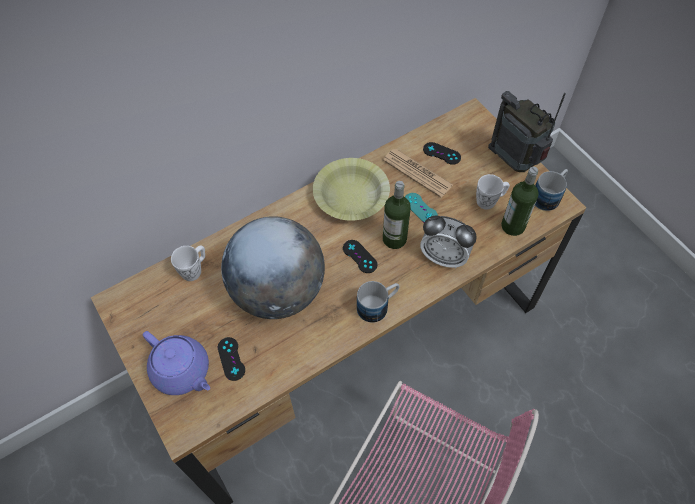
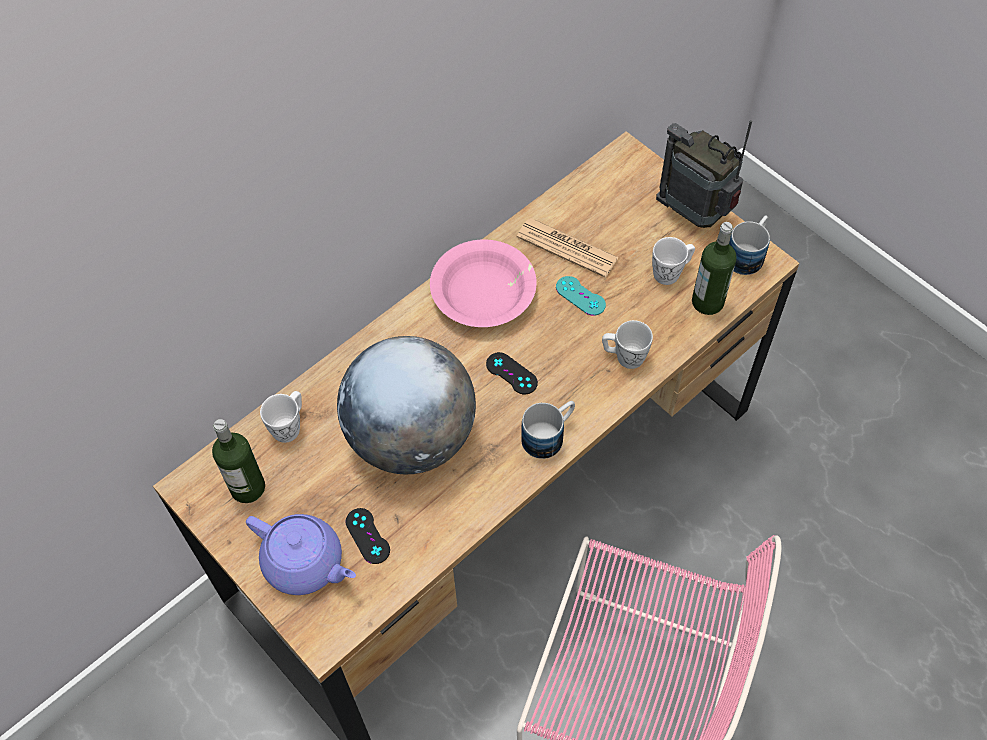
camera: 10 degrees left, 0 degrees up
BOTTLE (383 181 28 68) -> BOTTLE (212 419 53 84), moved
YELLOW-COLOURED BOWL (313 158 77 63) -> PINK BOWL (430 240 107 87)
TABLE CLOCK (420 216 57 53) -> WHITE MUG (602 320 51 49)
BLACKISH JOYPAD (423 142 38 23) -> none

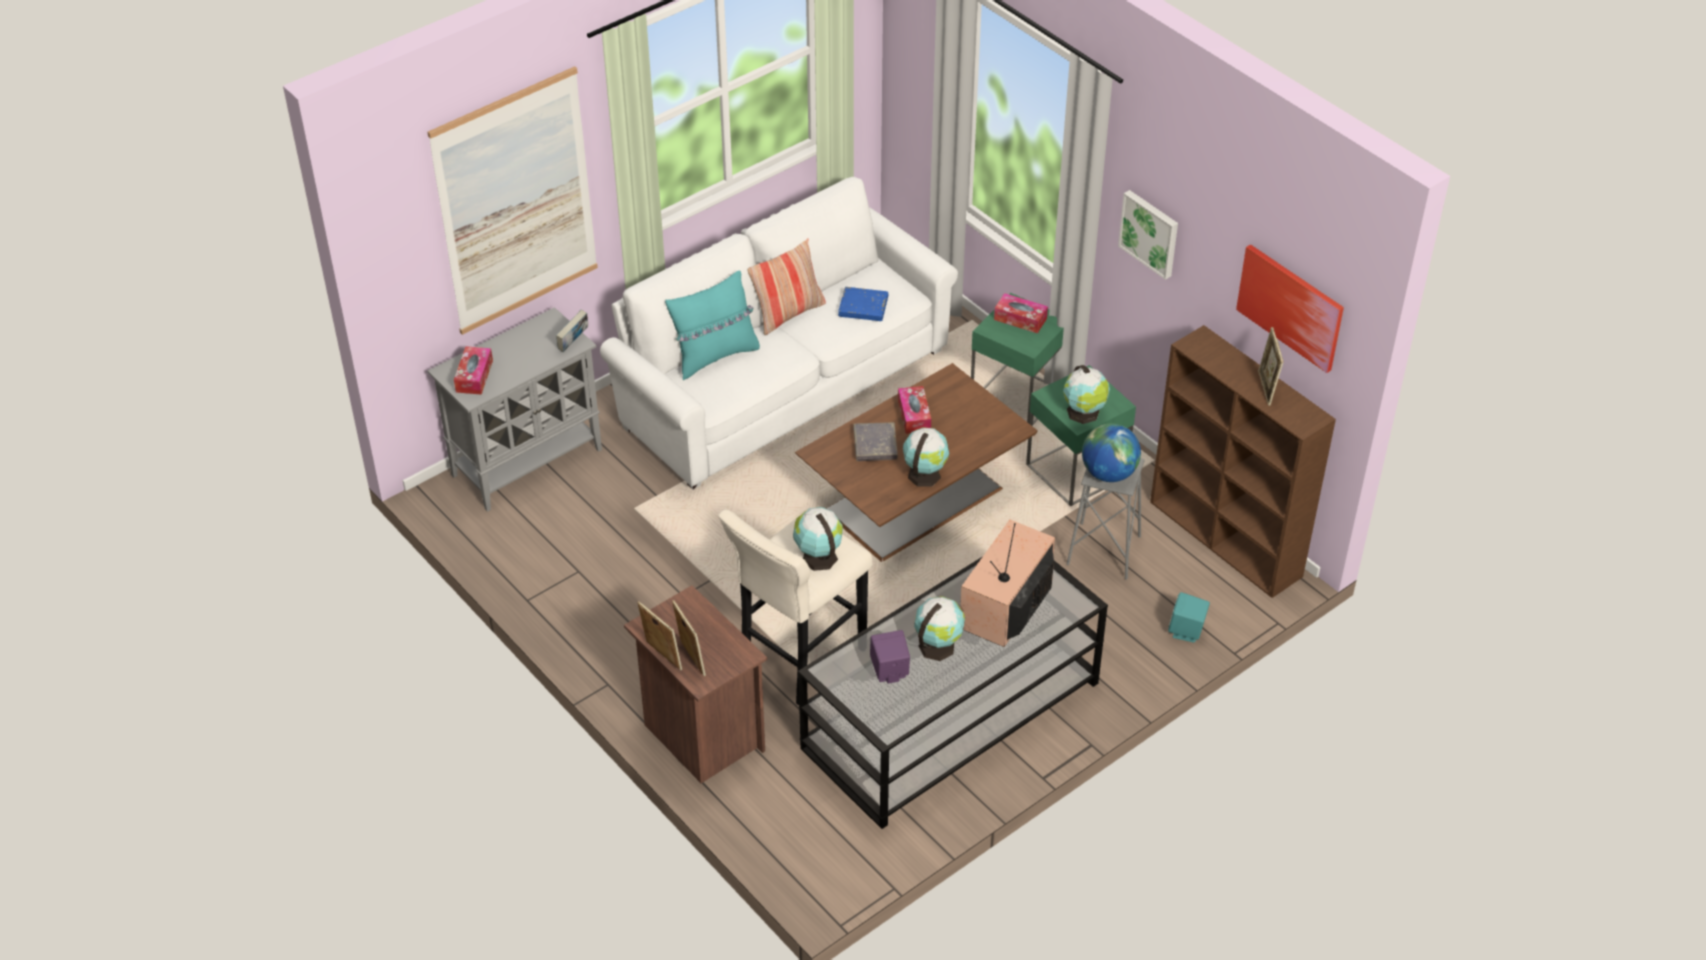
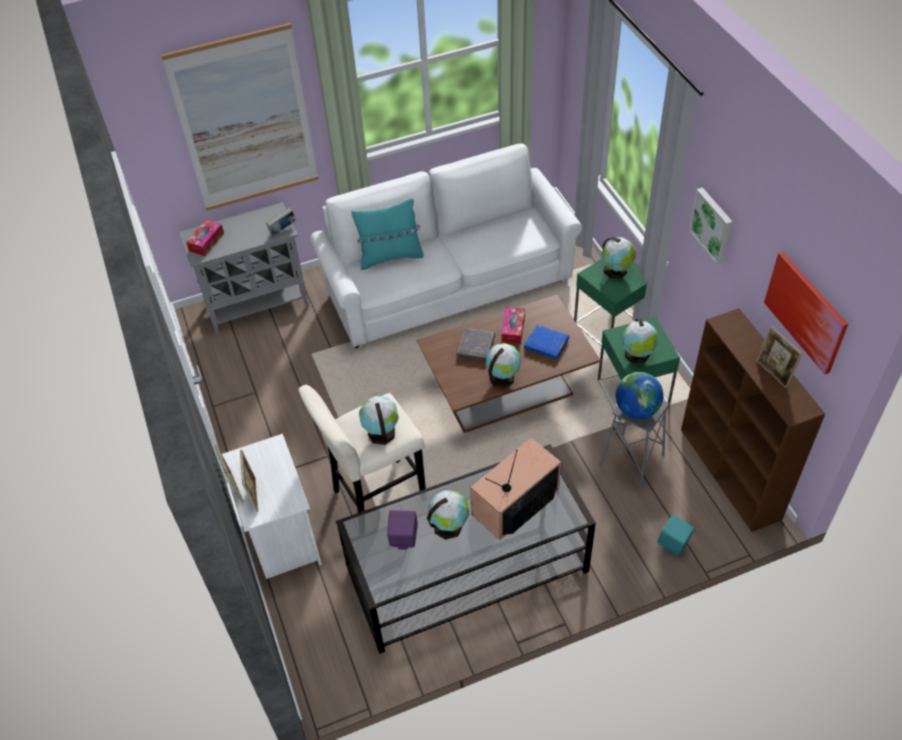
camera: 20 degrees right, 5 degrees up
BROWN BEDSIDE TABLE (624 585 143 198) -> WHITE BEDSIDE TABLE (222 434 100 145)
BLUISH VOLUME (838 287 50 34) -> BLUISH VOLUME (524 324 45 36), moved
TISSUE HOLDER (994 293 54 40) -> WORLD GLOBE (602 237 34 41)
PHOTO FRAME (1258 327 26 79) -> PHOTO FRAME (757 326 46 62), 45 degrees counterclockwise
CUSHION (747 238 79 97) -> none

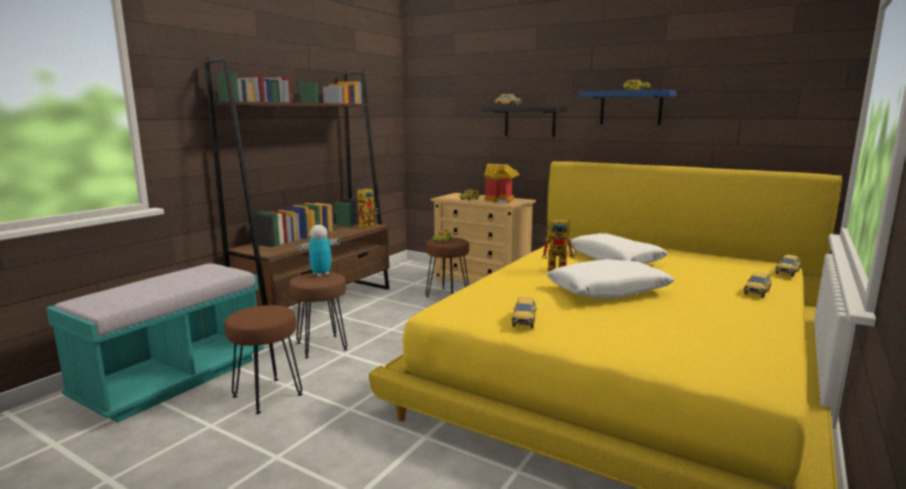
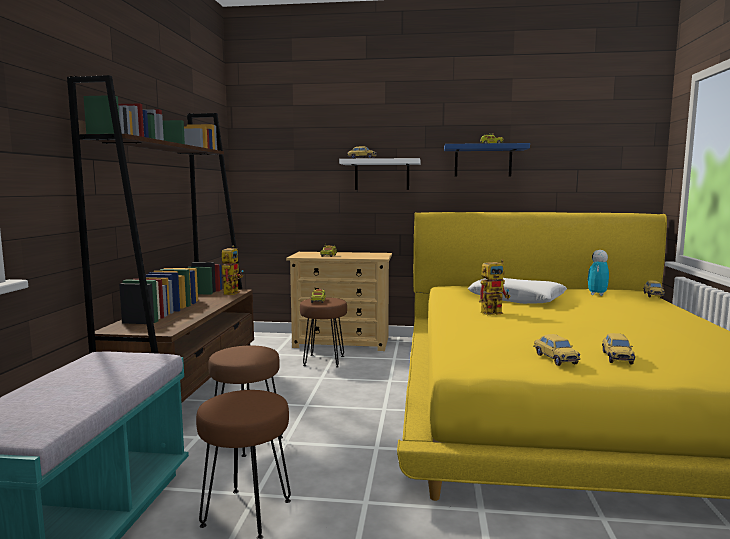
camera: 25 degrees left, 5 degrees down
BLACKISH BRACKET SHELF (482 107 85 30) -> WHITE BRACKET SHELF (339 158 82 32)
MODEL ROBOT (298 225 42 52) -> MODEL ROBOT (587 250 22 46), moved
TOY CAR (744 272 27 26) -> TOY CAR (602 333 33 31), moved
MODEL HOUSE (484 164 36 40) -> none
WHITE CUSHION (547 259 128 40) -> none

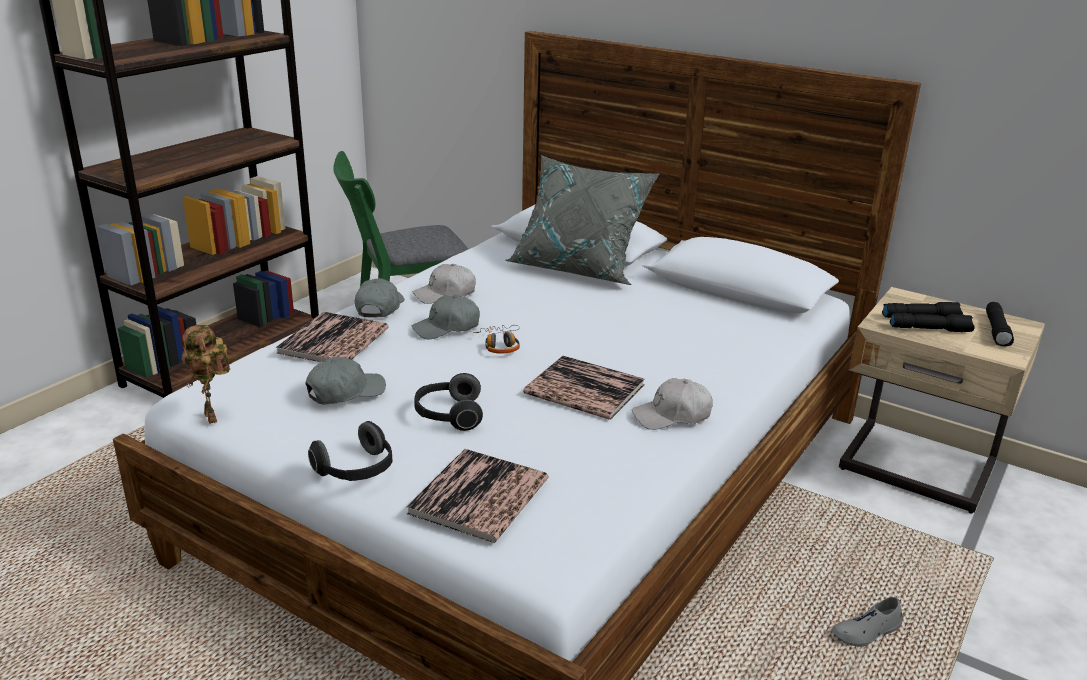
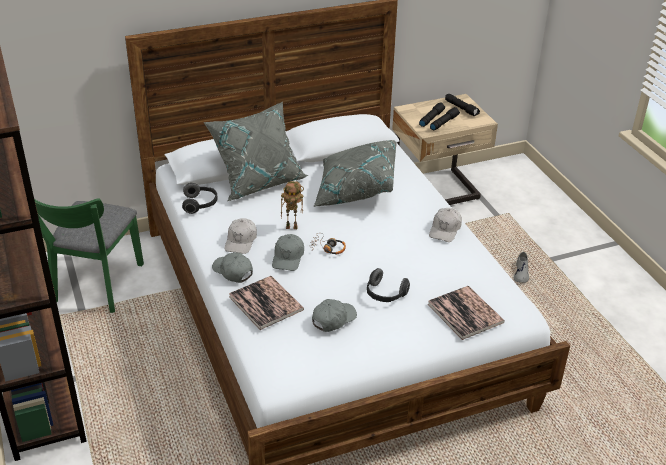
camera: 55 degrees left, 10 degrees up
HEADSET (308 421 85 60) -> HEADSET (182 183 36 31), moved
MODEL ROBOT (182 325 48 99) -> MODEL ROBOT (281 181 23 48), moved
GRAY BASEBALL CAP (305 357 81 48) -> GRAY BASEBALL CAP (312 299 45 33), 45 degrees clockwise
none -> GRAY CUSHION (313 140 84 67)
VOLUME (523 356 122 64) -> none

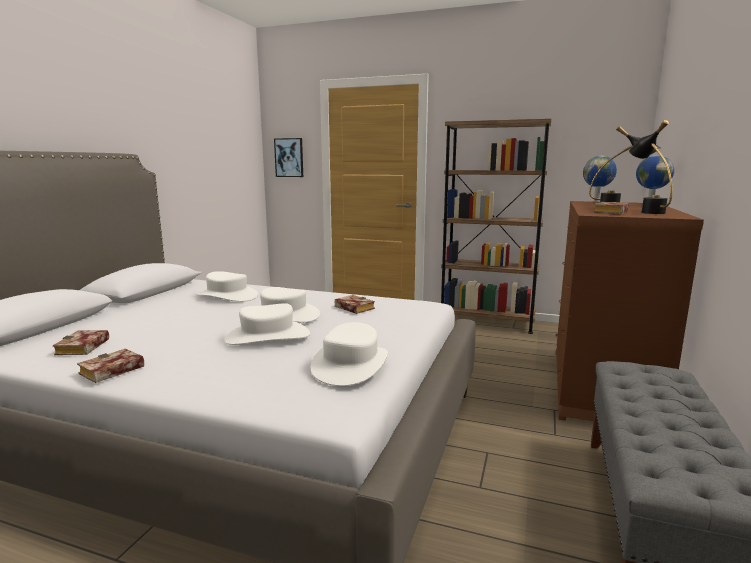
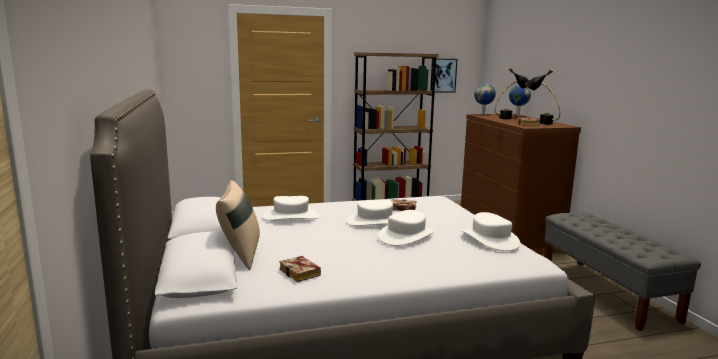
camera: 35 degrees left, 0 degrees up
none -> BEIGE-COLOURED CUSHION (216 180 44 90)
WALL ART (274 138 29 39) -> WALL ART (430 59 27 34), moved
VOLUME (77 349 67 34) -> none

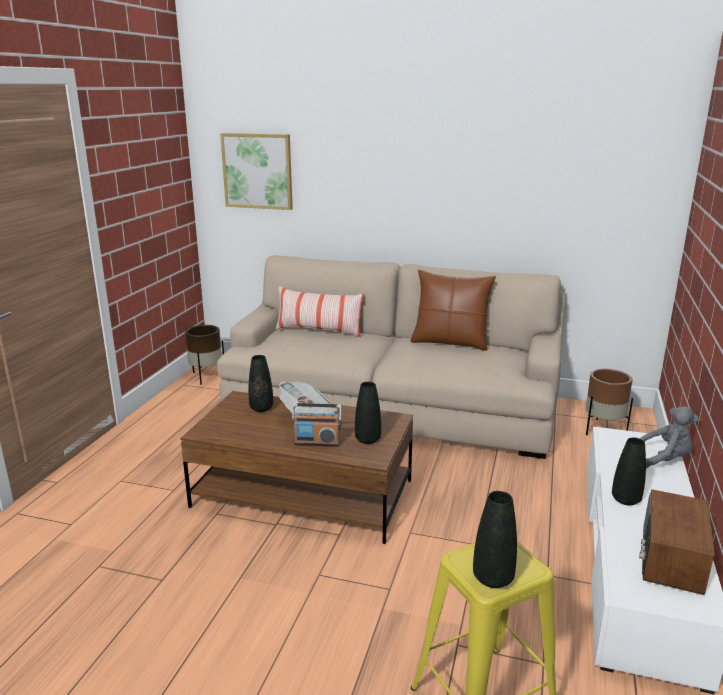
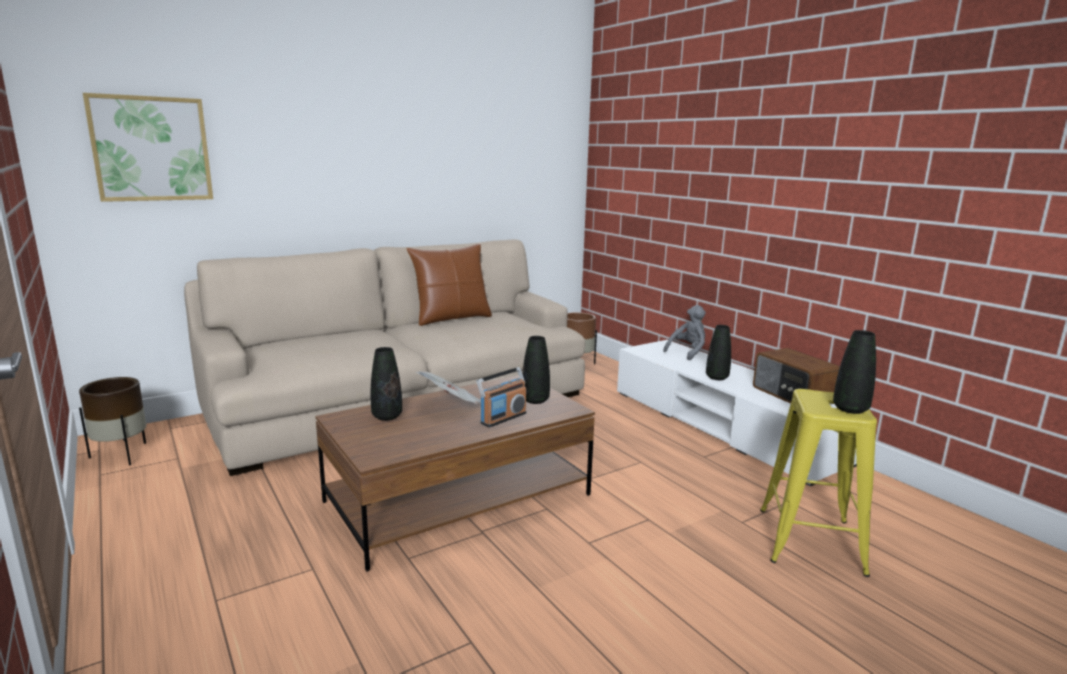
camera: 50 degrees left, 5 degrees down
CUSHION (276 286 88 51) -> none

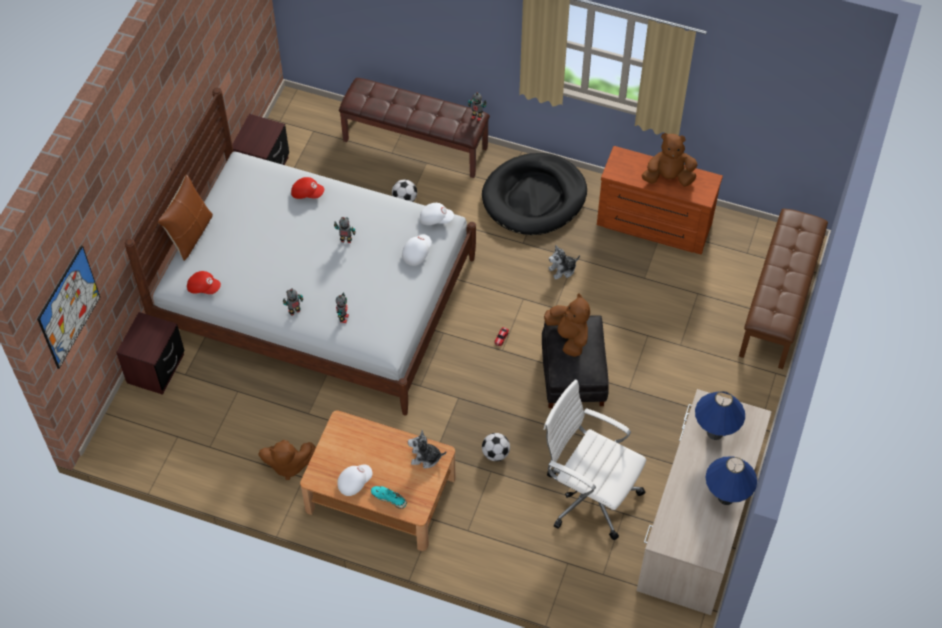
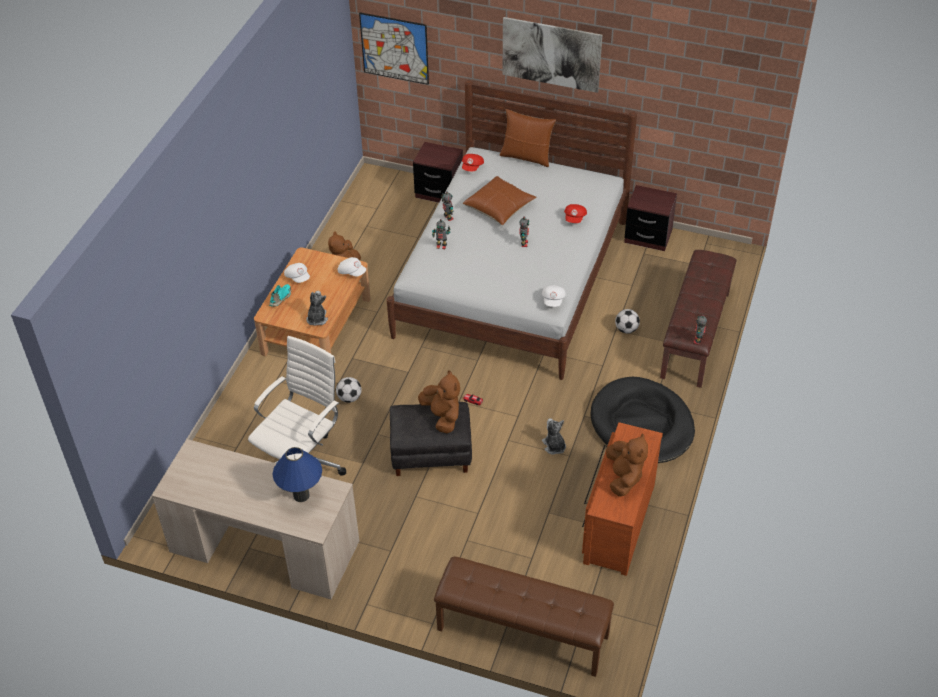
camera: 90 degrees right, 10 degrees down
WHITE BASEBALL CAP (402 234 30 32) -> WHITE BASEBALL CAP (338 257 28 20), moved
BROWN PLUSH TOY (544 293 46 64) -> BROWN PLUSH TOY (418 370 42 63), 90 degrees counterclockwise
none -> BROWN CUSHION (463 176 74 49)
none -> WALL ART (502 17 100 76)
BLUISH LAMP FOR A TABLE (705 456 52 49) -> none

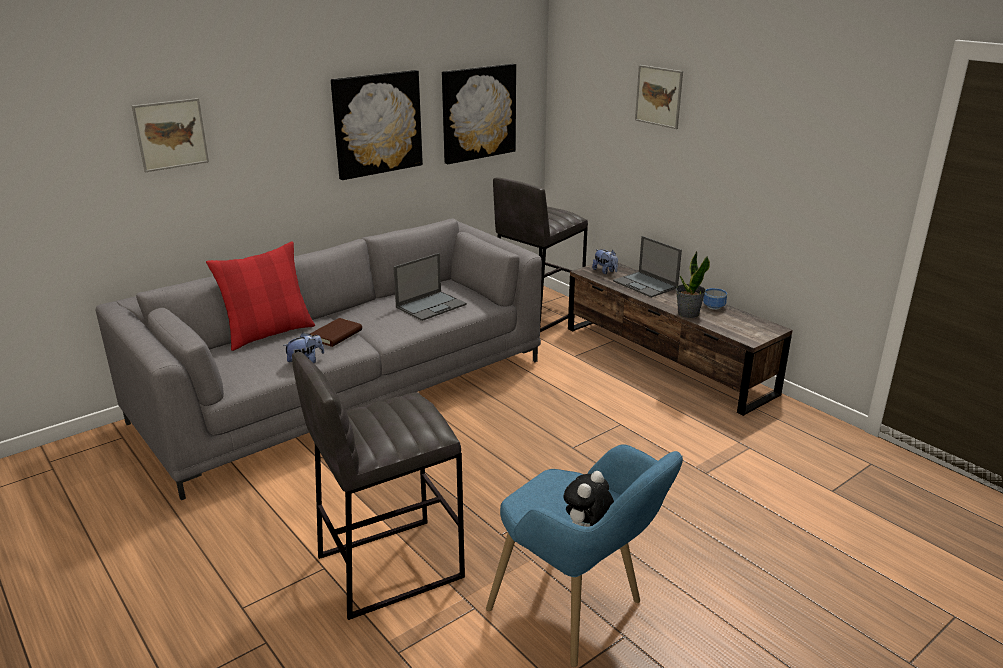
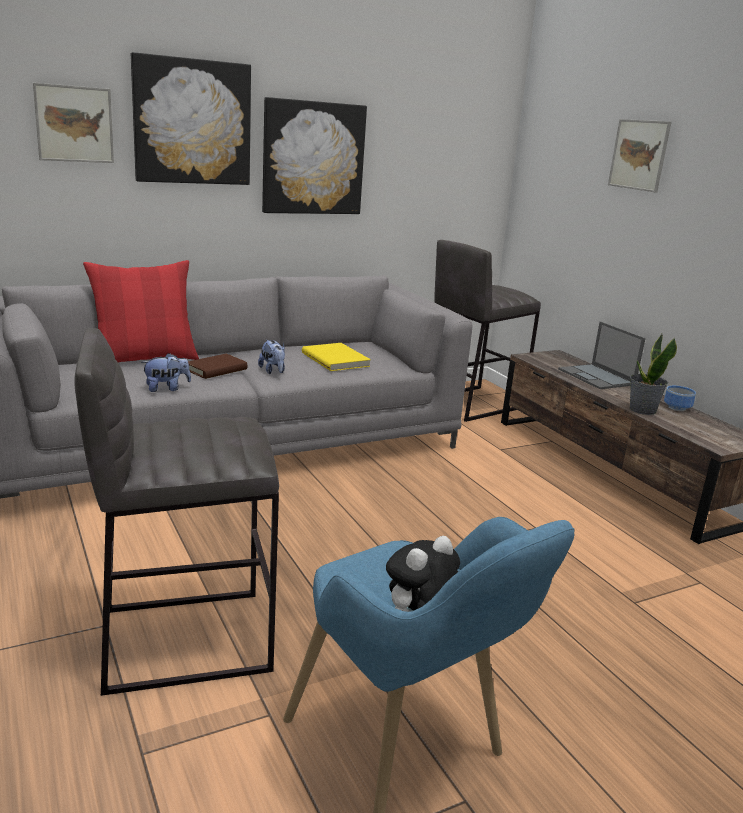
camera: 10 degrees right, 5 degrees down
WALL ART (442 64 74 100) -> WALL ART (131 52 120 133), moved
PLUSH TOY (592 249 26 25) -> PLUSH TOY (258 340 27 34), moved
PORTABLE COMPUTER (393 253 74 68) -> YELLOW-COLOURED VOLUME (302 343 69 28)

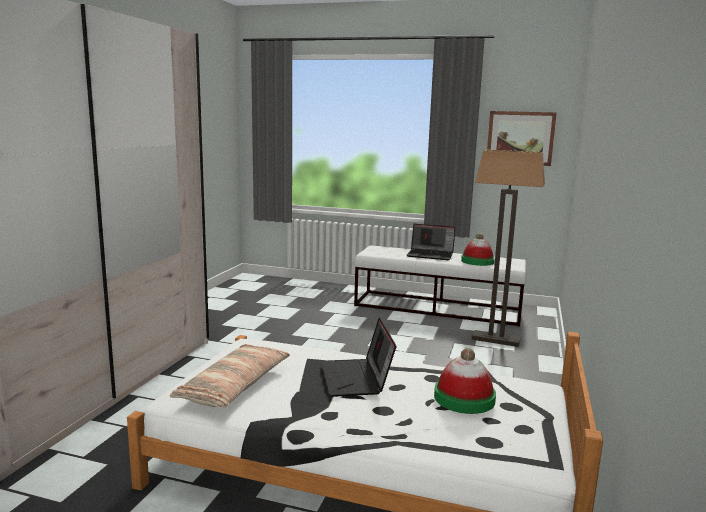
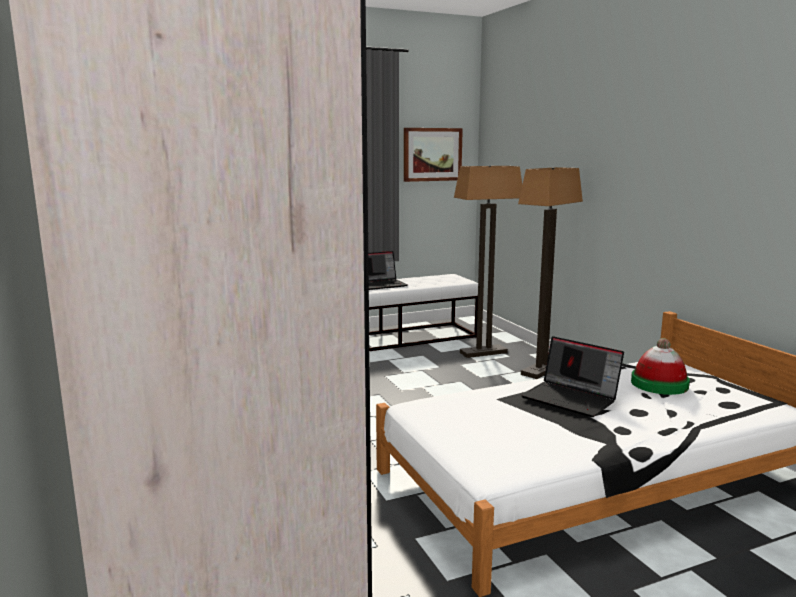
camera: 40 degrees left, 0 degrees up
none -> FLOOR LAMP (518 167 65 212)
CUSHION (169 344 121 64) -> none
CLOTHING HAT (461 233 34 33) -> none

